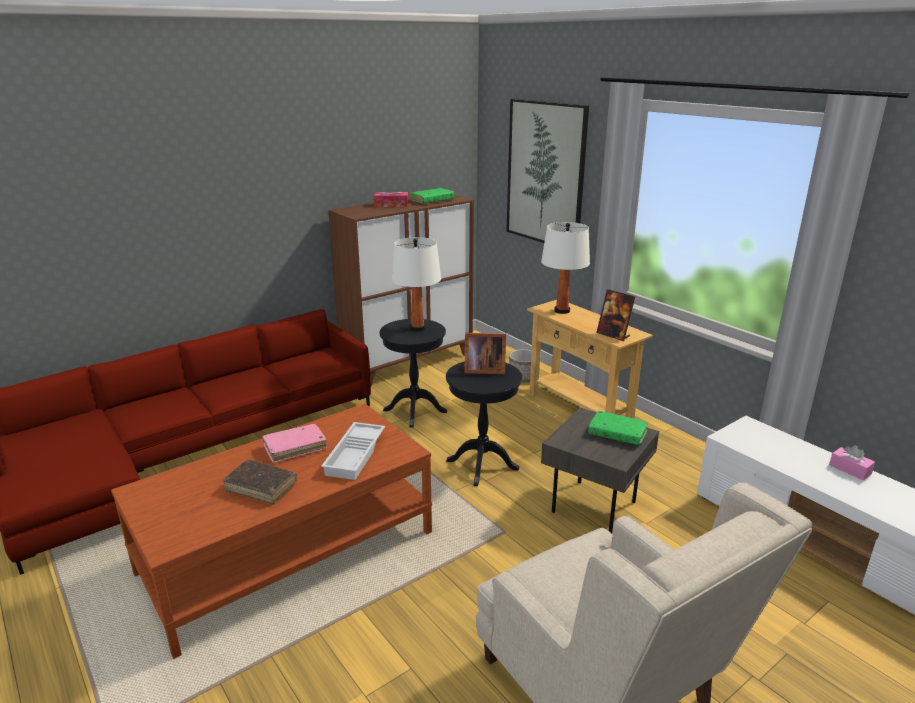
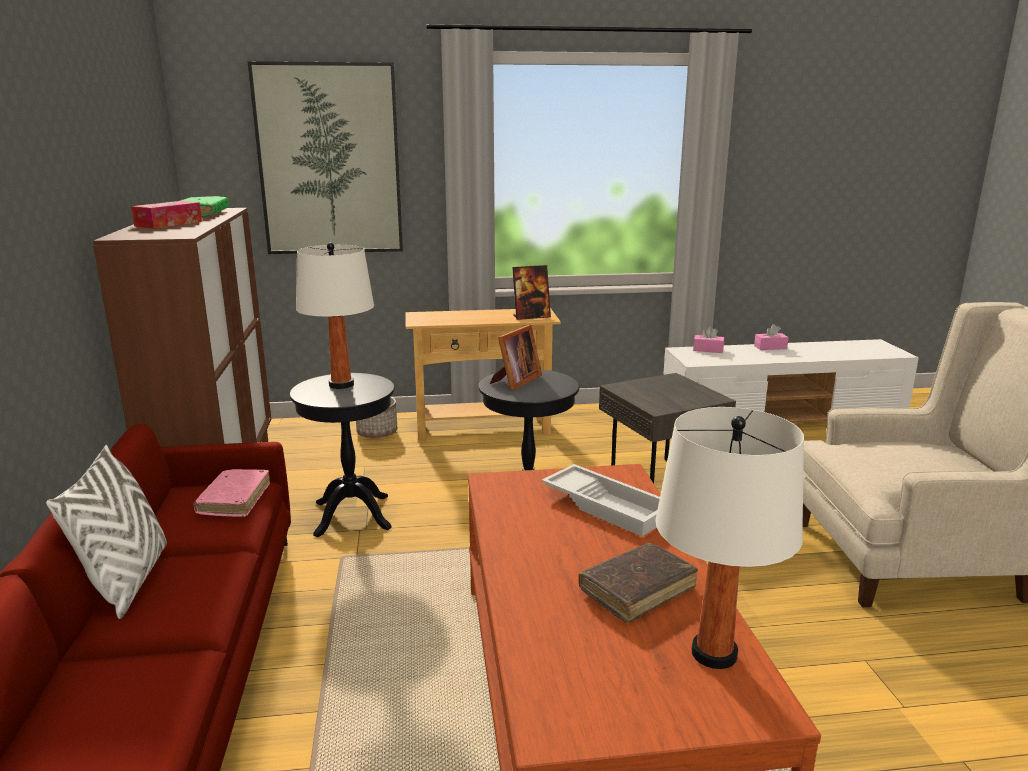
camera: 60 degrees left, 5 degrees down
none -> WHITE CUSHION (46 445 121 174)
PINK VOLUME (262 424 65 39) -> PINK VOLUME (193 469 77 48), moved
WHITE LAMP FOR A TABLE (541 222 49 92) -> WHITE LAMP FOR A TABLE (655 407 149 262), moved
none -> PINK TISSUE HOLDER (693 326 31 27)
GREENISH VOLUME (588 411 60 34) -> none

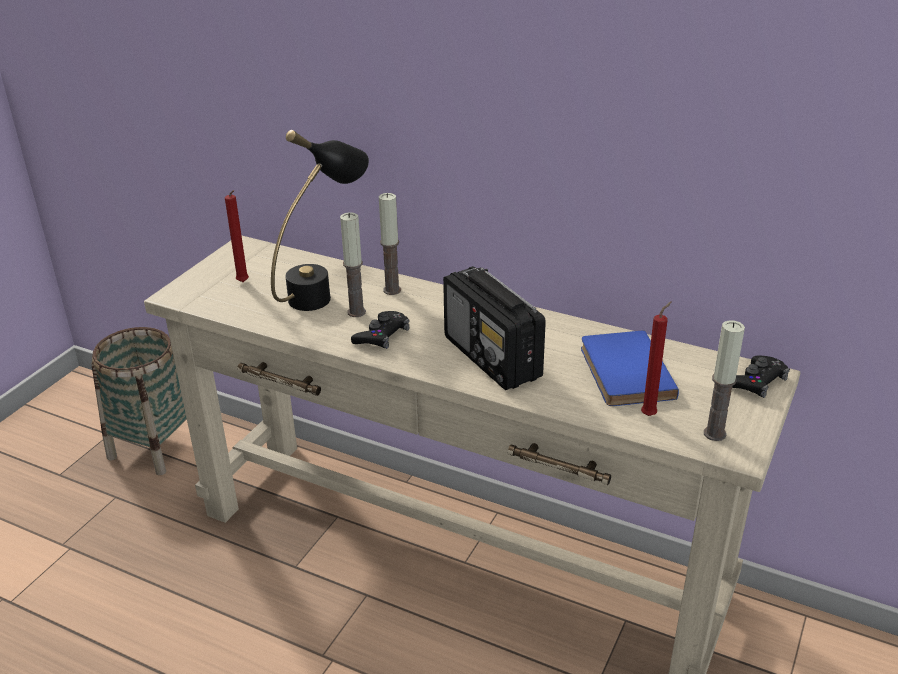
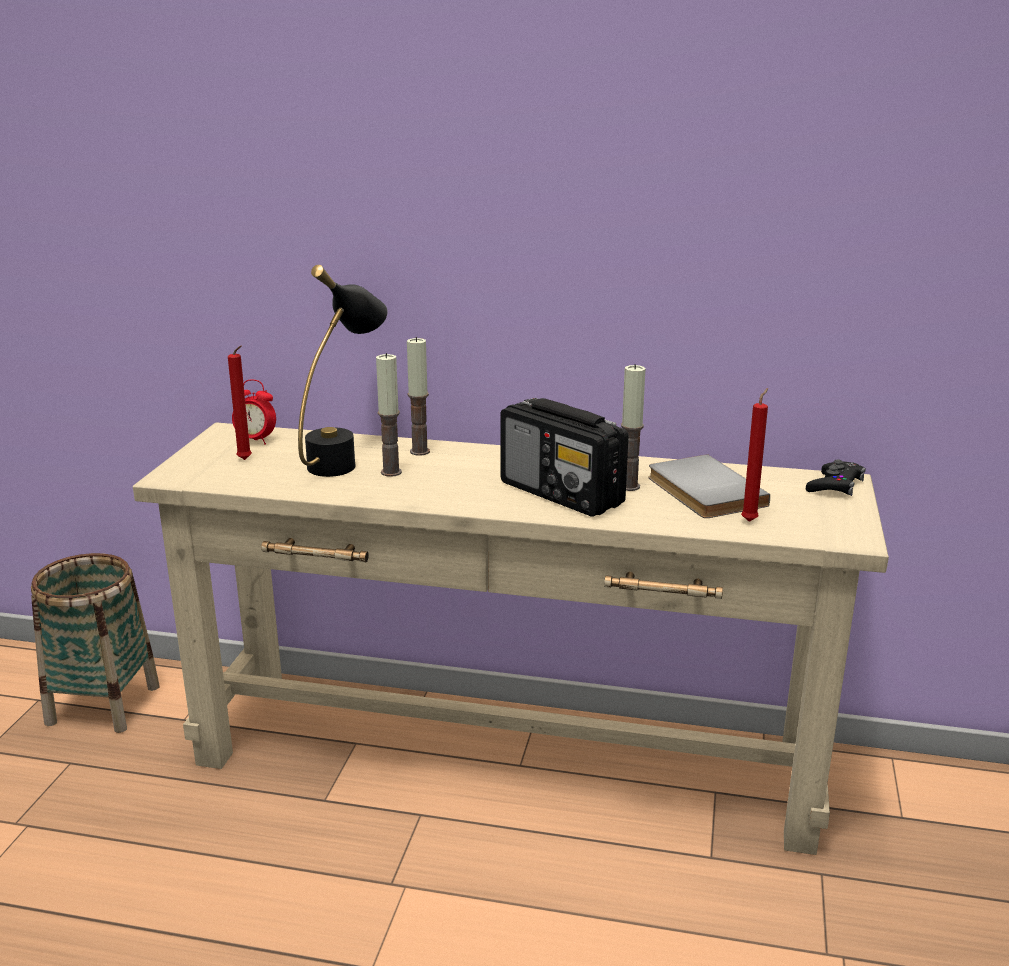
camera: 15 degrees left, 10 degrees down
none -> TABLE CLOCK (232 379 44 66)
CANDLE (704 320 41 121) -> CANDLE (621 364 25 127), moved
BLUISH VOLUME (581 330 98 76) -> GRAY VOLUME (648 455 122 63)
BLACKISH JOYPAD (351 311 59 38) -> none

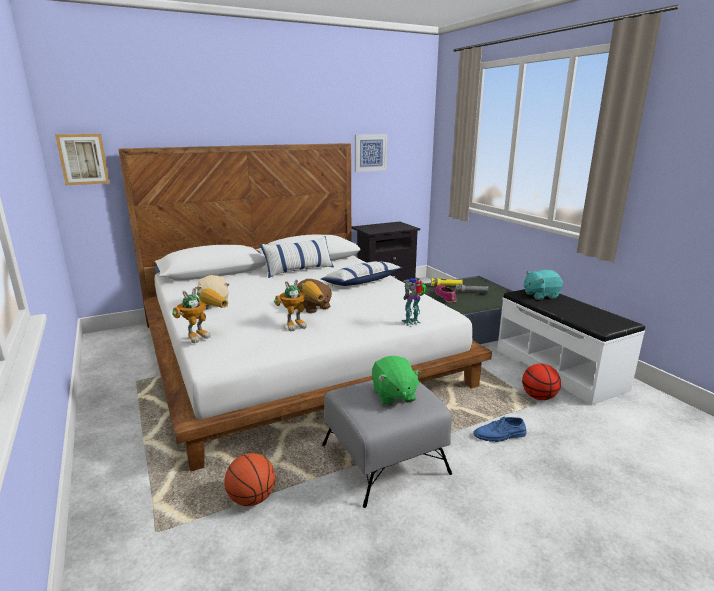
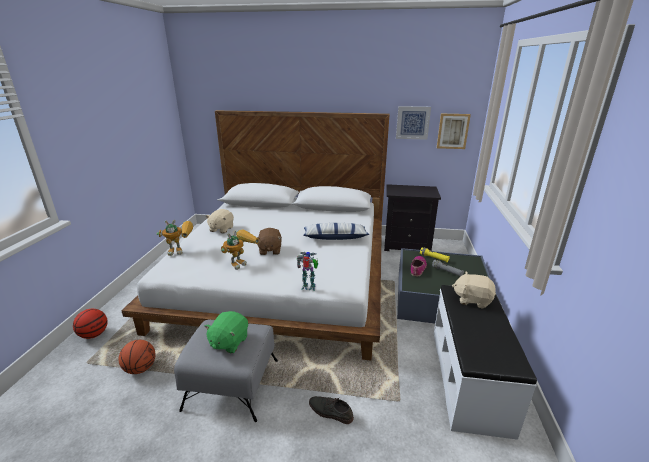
camera: 35 degrees right, 5 degrees up
BASKETBALL (522 364 39 36) -> BASKETBALL (73 309 35 30), moved
MODEL ROBOT (274 279 50 52) -> MODEL ROBOT (221 229 38 41), 60 degrees counterclockwise
BLUISH SHOE (473 415 53 27) -> GRAY SHOE (309 396 45 28)
WALL ART (55 134 55 51) -> WALL ART (437 114 34 35), moved
BLUE-GREEN PLUSH TOY (524 270 39 30) -> BEIGE-COLOURED PLUSH TOY (452 271 44 38)
CUSHION (260 236 74 42) -> none

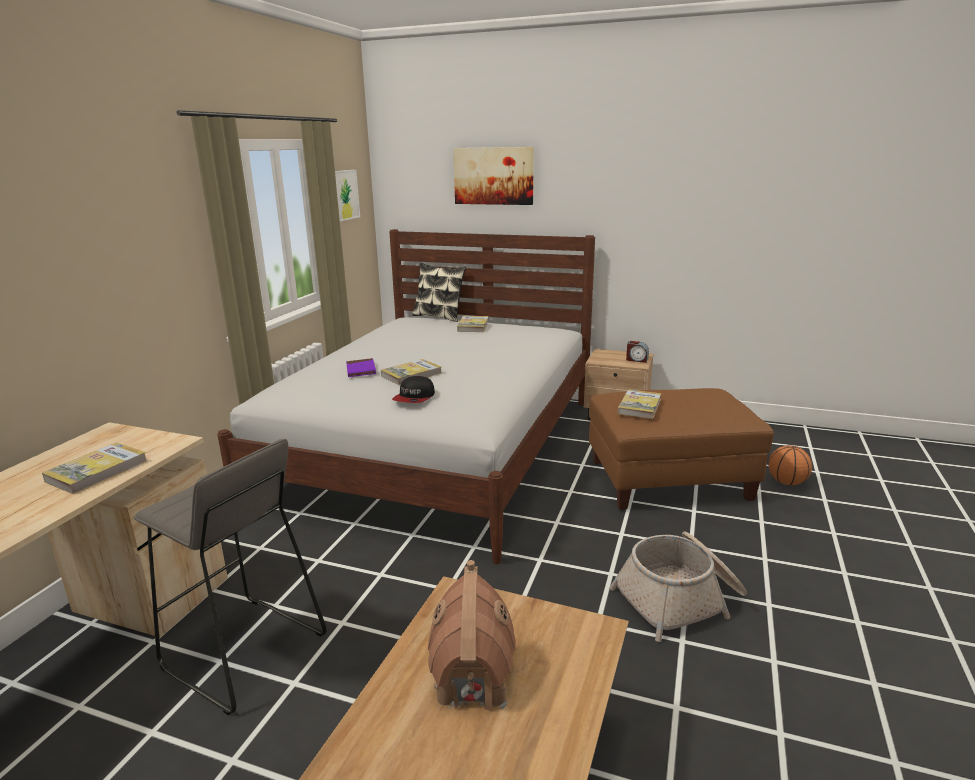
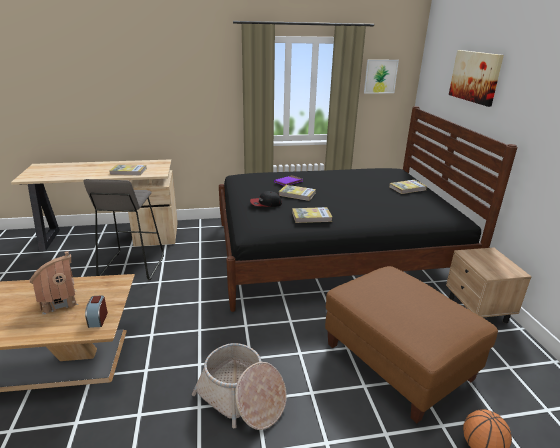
camera: 60 degrees right, 5 degrees up
TABLE CLOCK (626 341 23 22) -> TABLE CLOCK (85 295 23 33), moved
WHITE SLEEPING BED (217 229 378 335) -> BLACKISH SLEEPING BED (219 106 298 206)
VOLUME (618 389 43 30) -> VOLUME (292 207 40 16), moved
CUSHION (412 263 54 59) -> none

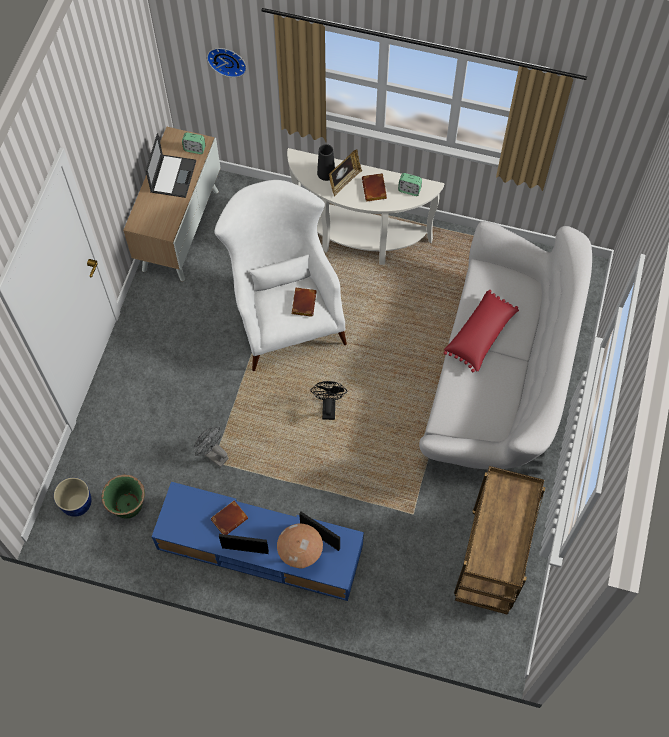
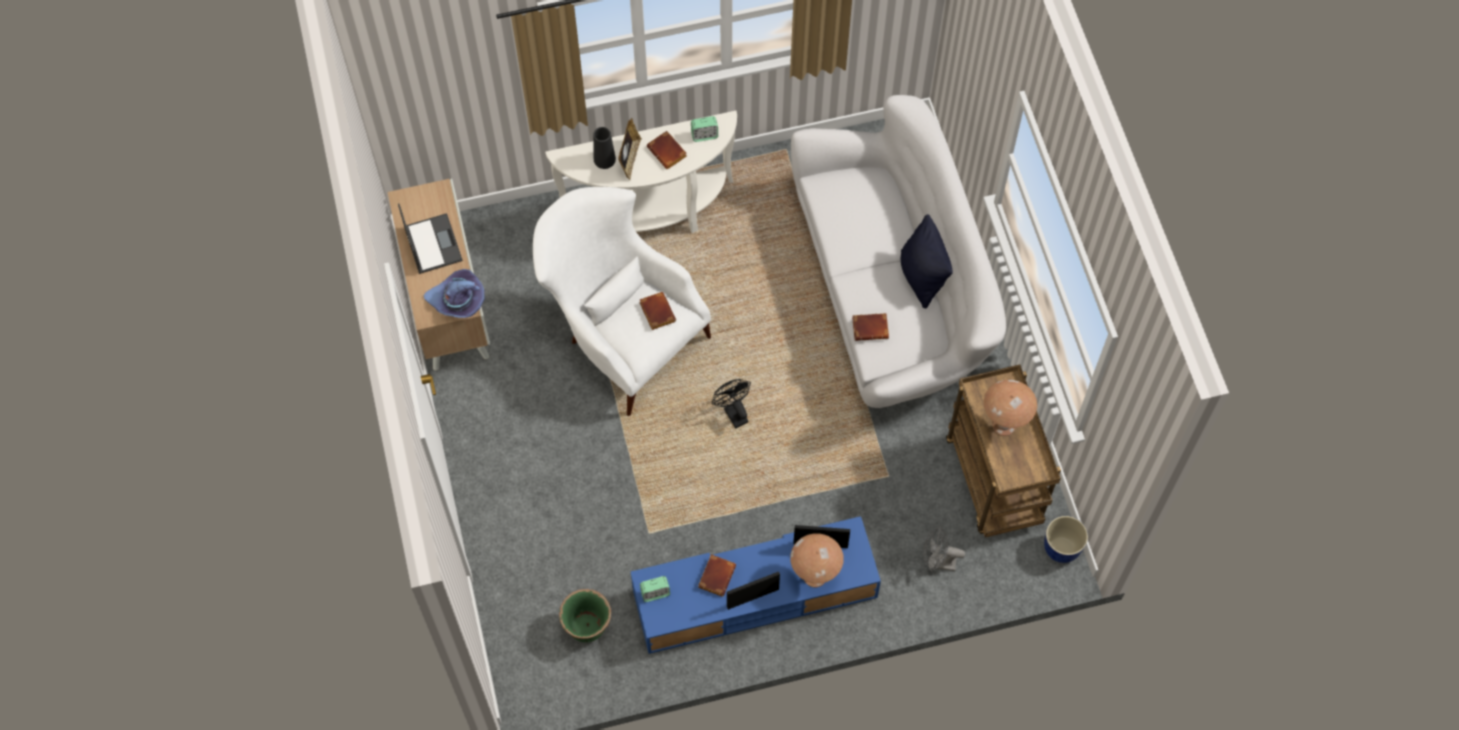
camera: 30 degrees left, 0 degrees up
none -> PURPLE CLOTHING HAT (424 269 61 49)
TABLE CLOCK (182 132 23 22) -> TABLE CLOCK (640 576 30 26), moved
none -> BROWN VOLUME (852 313 37 28)
none -> BLACKISH CUSHION (901 214 52 94)
GRAY ELECTRIC FAN (194 427 35 41) -> GRAY ELECTRIC FAN (923 526 42 45), moved
none -> BROWN LAMP FOR A TABLE (984 380 53 56)
PLANTER (54 477 38 40) -> PLANTER (1044 516 44 47), moved
CLOCK ON THE WALL (207 48 40 30) -> none
RED CUSHION (444 290 75 82) -> none

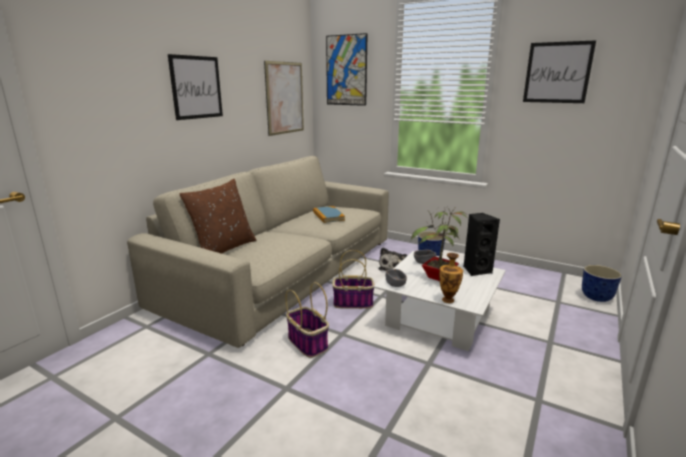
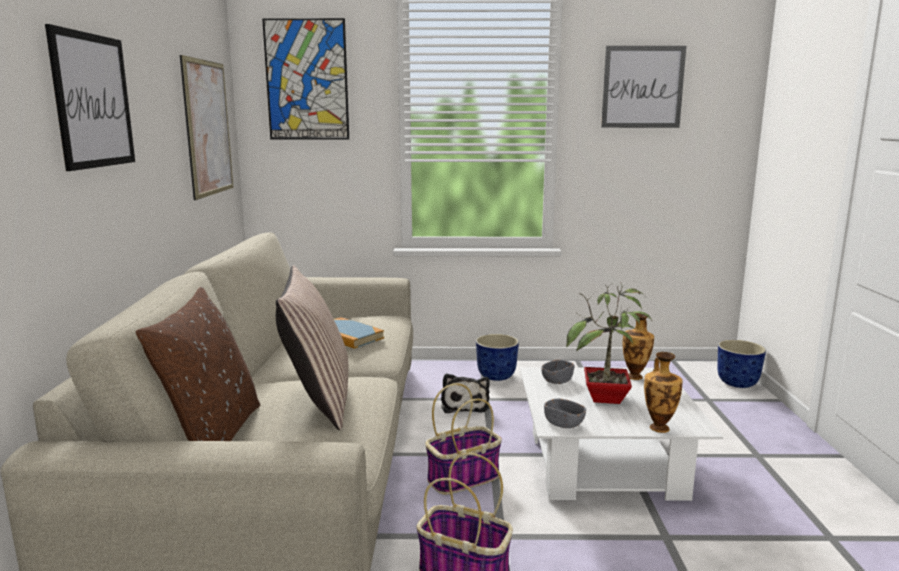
camera: 30 degrees left, 5 degrees down
none -> CUSHION (276 265 72 165)
BLACKISH SPEAKER (463 213 37 63) -> VASE (622 313 32 67)

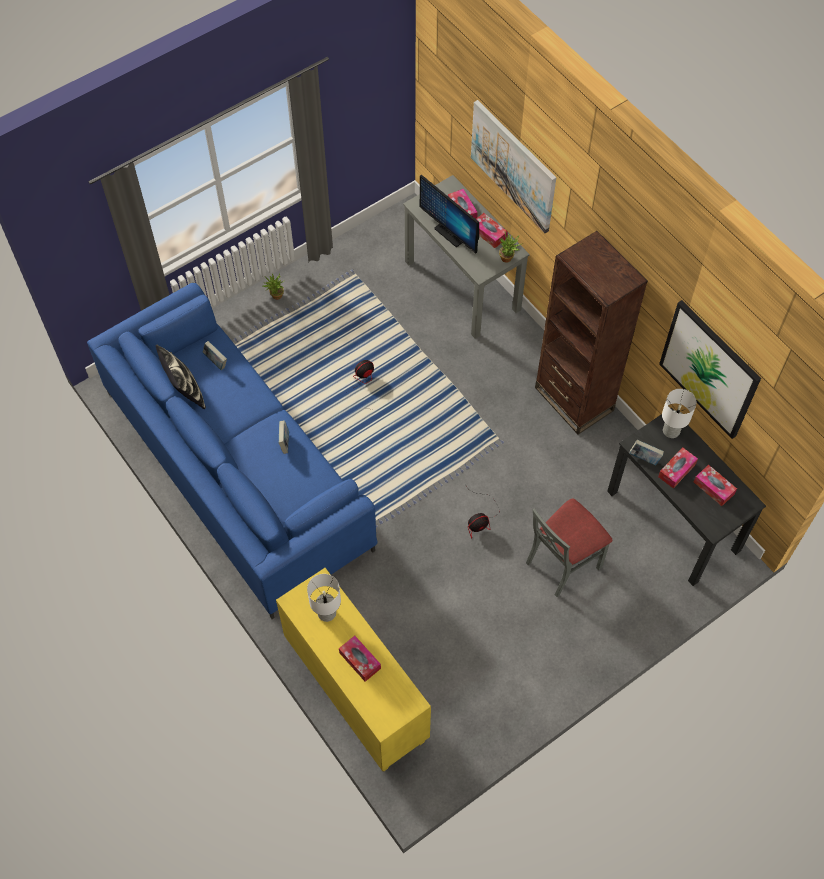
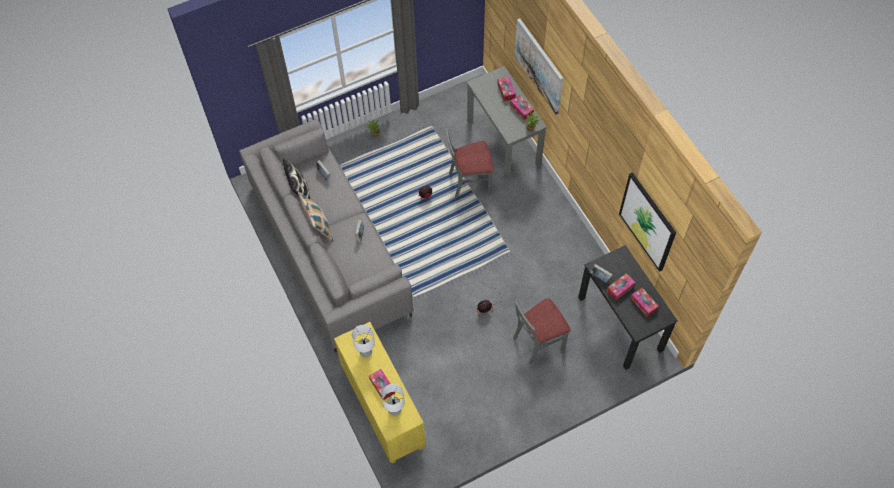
camera: 10 degrees right, 0 degrees up
BLUISH SOFA (87 283 291 336) -> GRAY SOFA (239 119 175 234)
none -> CUSHION (298 192 35 50)
WHITE LAMP FOR A TABLE (662 389 35 49) -> WHITE LAMP FOR A TABLE (381 384 24 32), moved
none -> GRAY PLAIN CHAIR (446 128 48 70)
COMPUTER DISPLAY (420 175 59 79) -> none
BROWN BOOKCASE (535 231 113 203) -> none

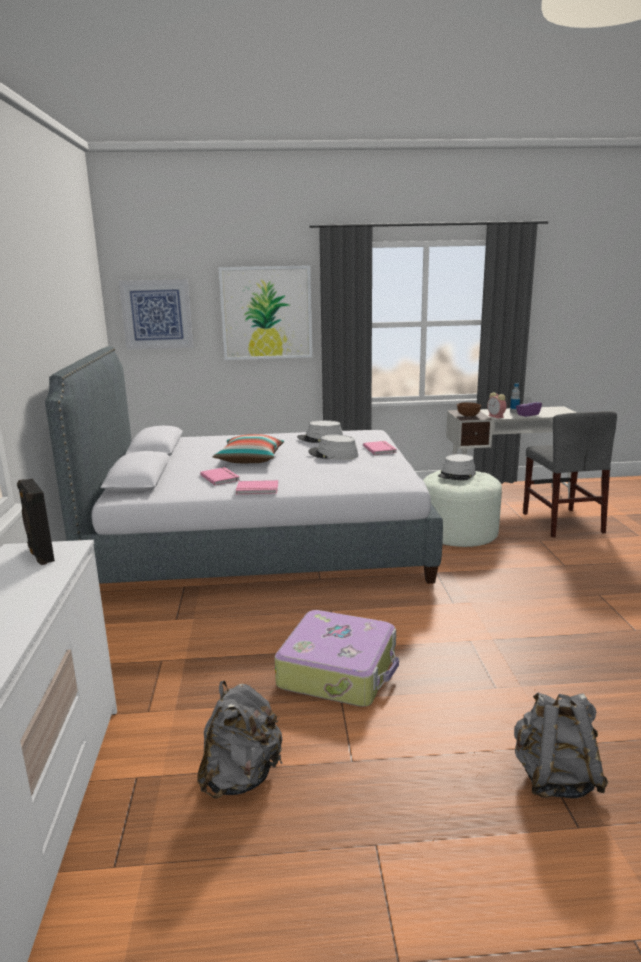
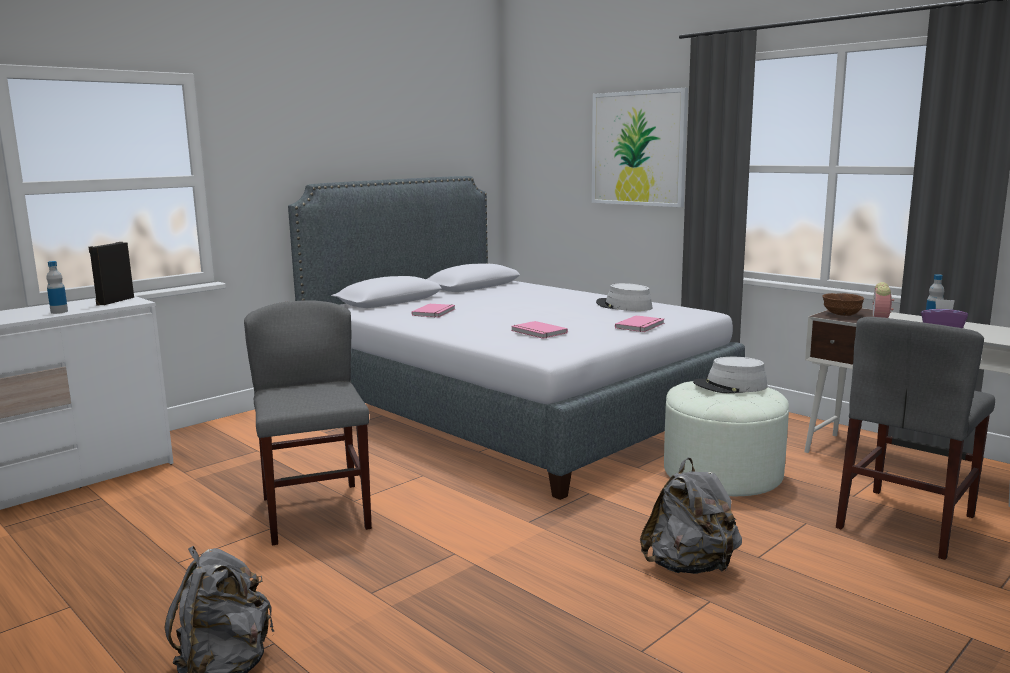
camera: 50 degrees right, 5 degrees down
none -> BOTTLE (46 261 22 53)
SUITCASE (274 610 125 97) -> GRAY PLAIN CHAIR (244 300 128 246)
PINK VOLUME (236 480 42 14) -> PINK VOLUME (511 321 57 18), moved
GRAY KNAPSACK (197 681 86 118) -> GRAY KNAPSACK (640 458 102 116), moved
WALL ART (119 279 74 71) -> none
CUSHION (213 434 71 29) -> none
GRAY CLOTHING HAT (308 435 50 25) -> none

